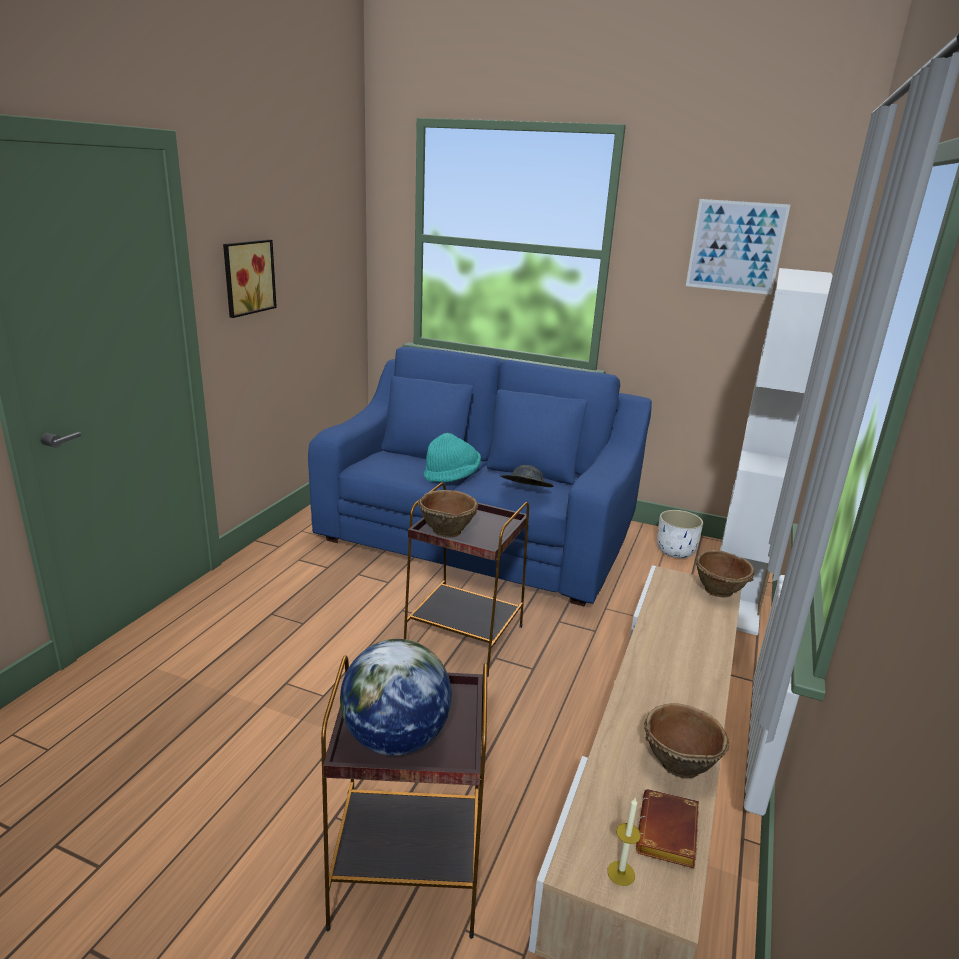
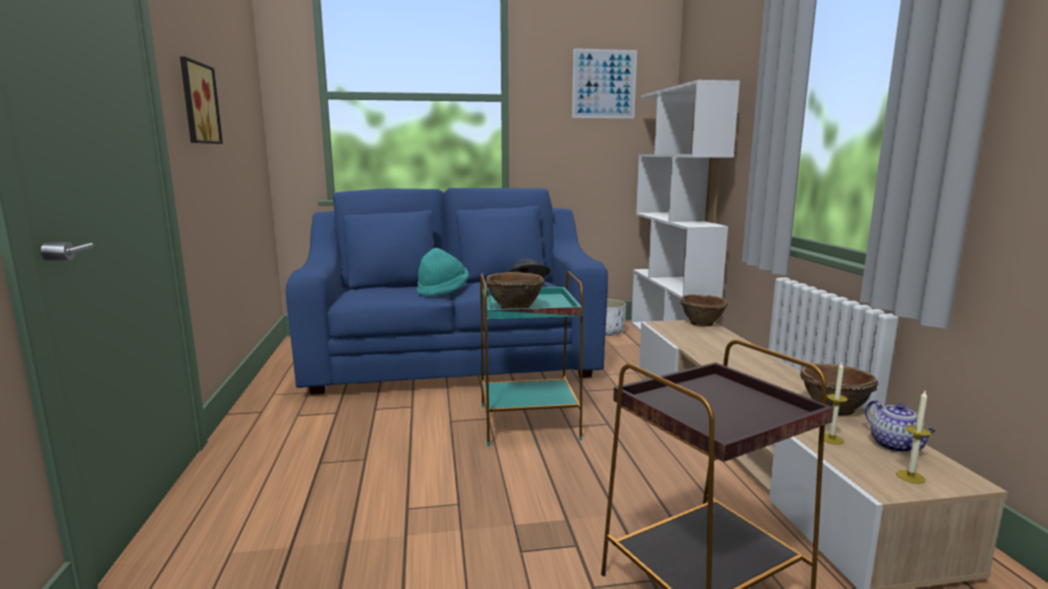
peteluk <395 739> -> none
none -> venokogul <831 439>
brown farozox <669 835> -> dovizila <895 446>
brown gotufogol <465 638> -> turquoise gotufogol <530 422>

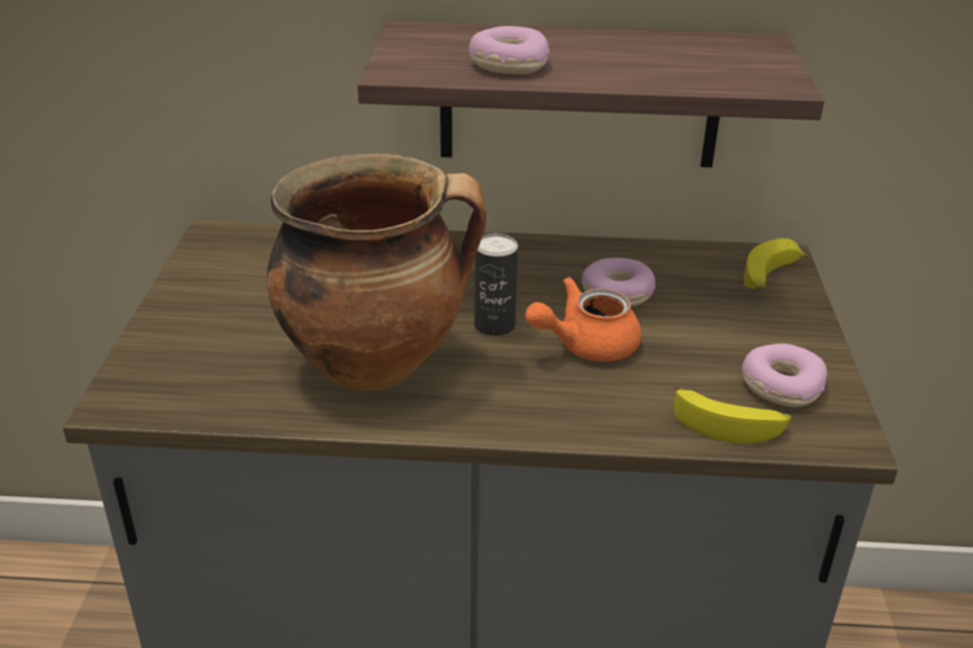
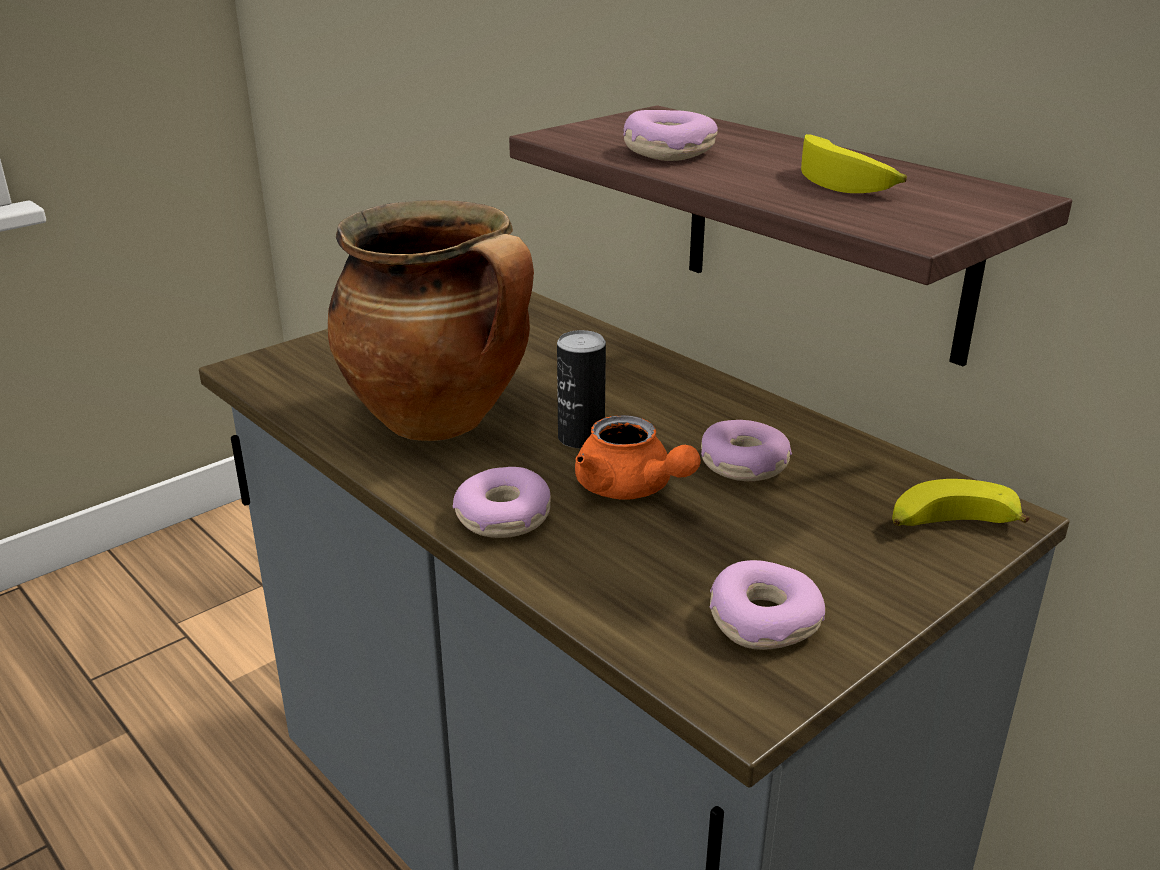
none -> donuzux <503 517>
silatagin <729 424> -> silatagin <848 182>, moved
orange dovizila <585 345> -> orange dovizila <631 489>, 150 degrees counterclockwise

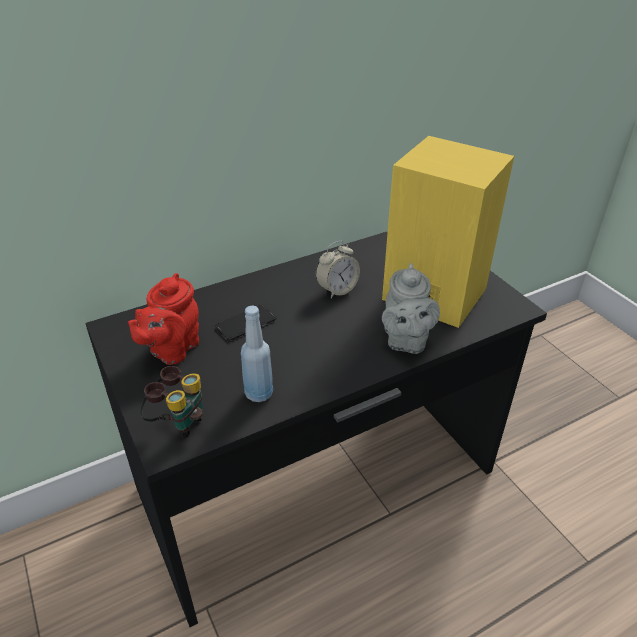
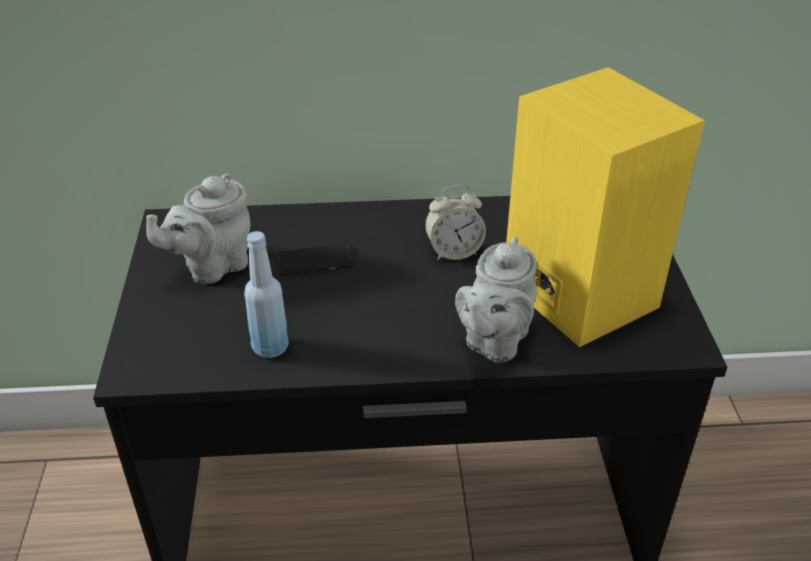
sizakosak <177 422> -> none
red dovizila <172 350> -> grey dovizila <212 267>

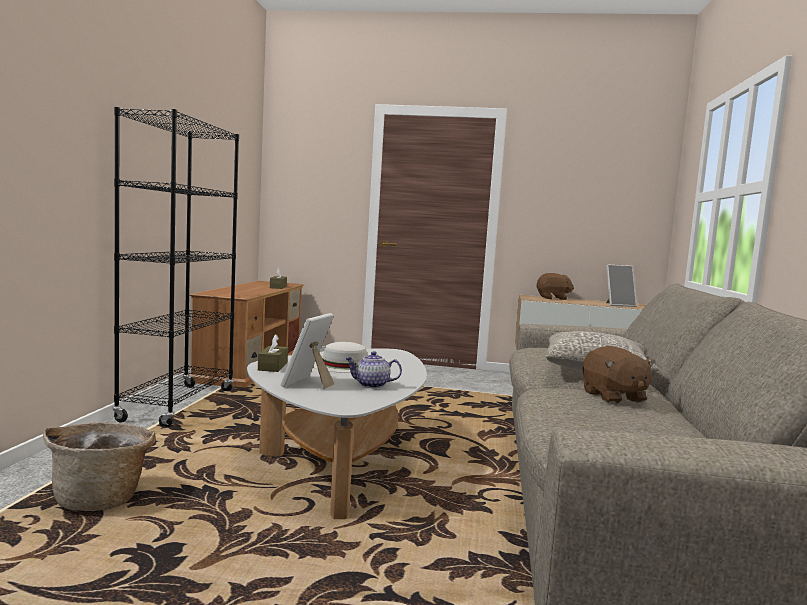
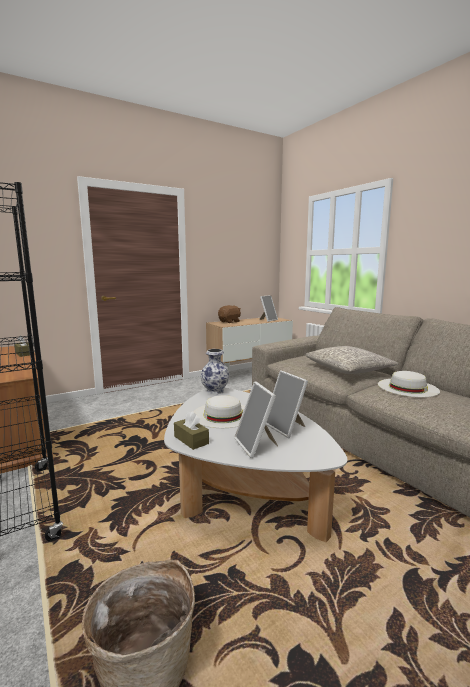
none -> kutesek <215 391>
dovizila <371 385> -> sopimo <286 428>
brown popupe <613 397> -> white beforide <407 387>

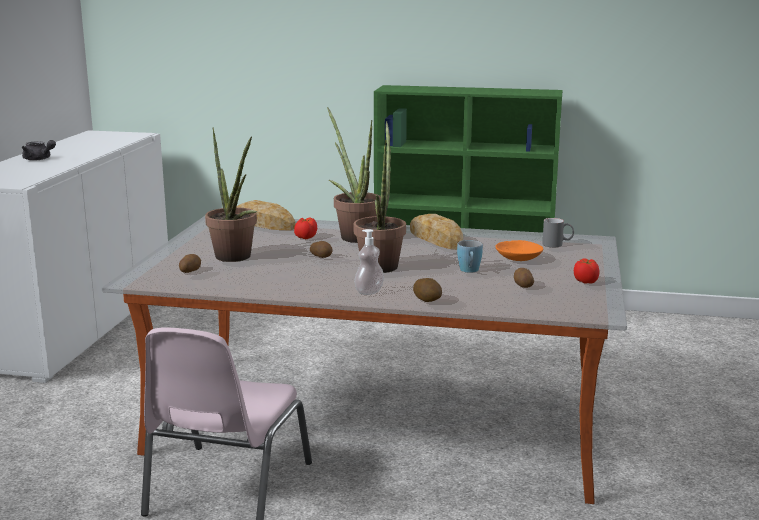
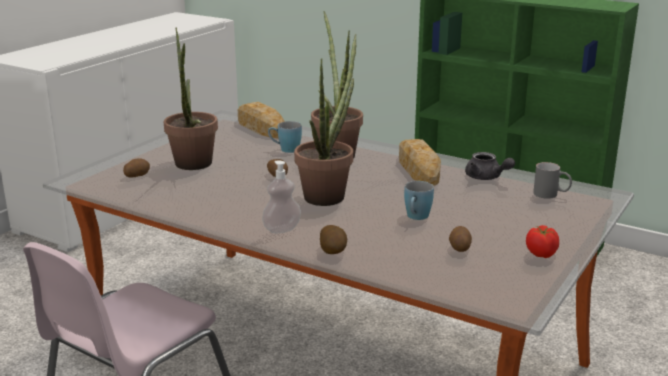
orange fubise <518 258> -> none
grey dovizila <39 159> -> grey dovizila <486 178>, moved
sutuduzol <305 237> -> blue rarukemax <285 149>

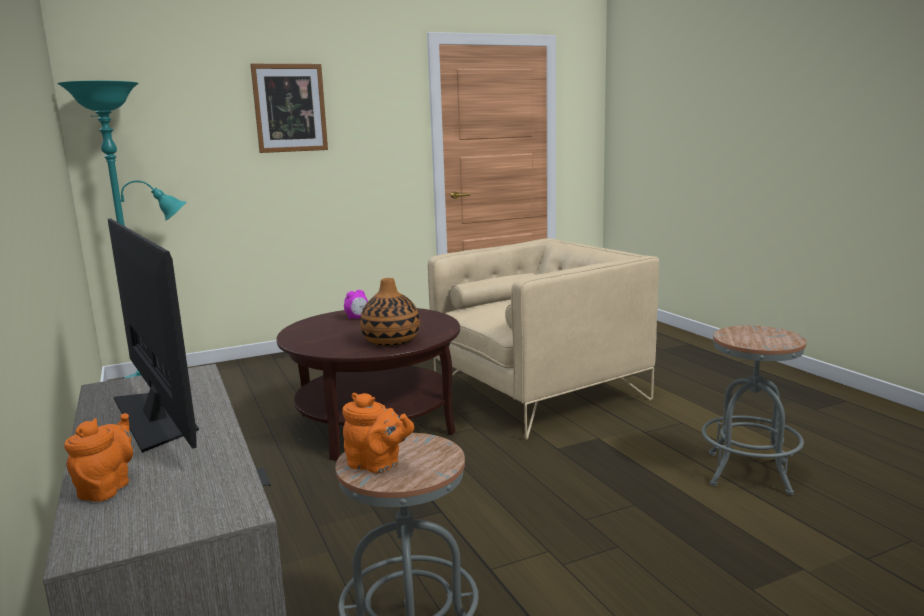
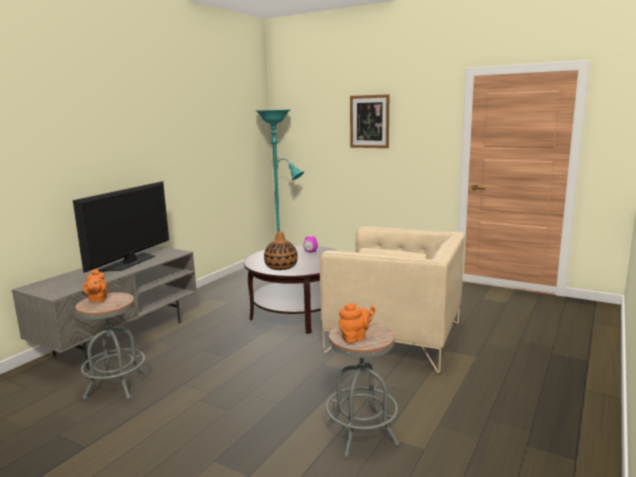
orange dovizila <107 488> -> orange dovizila <355 338>, moved

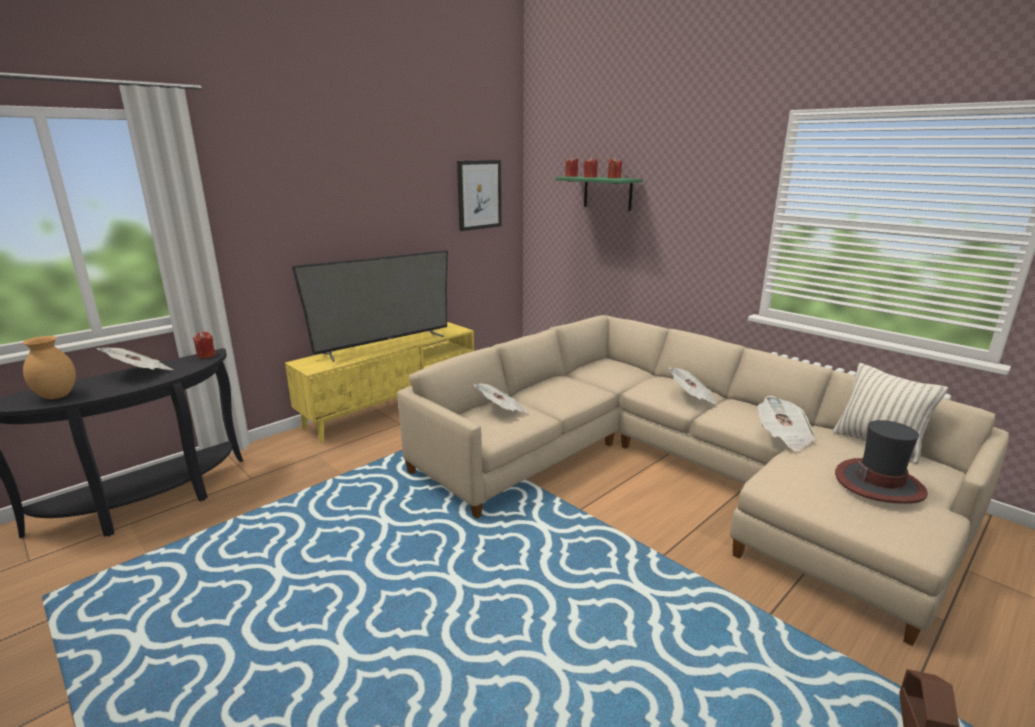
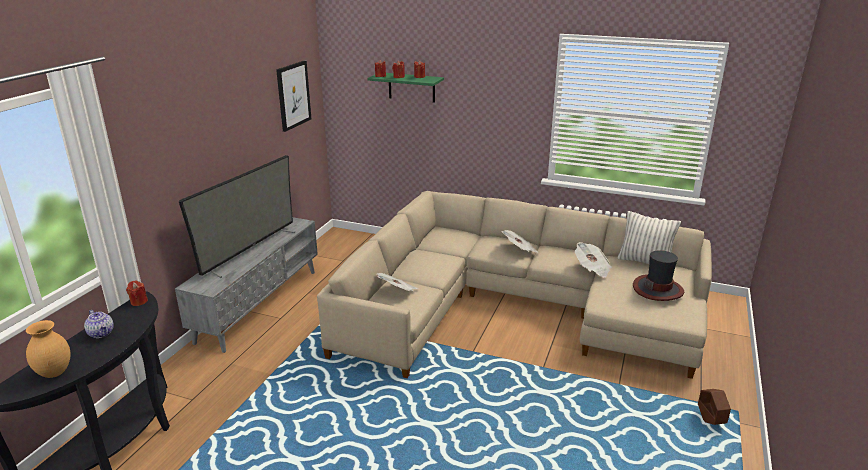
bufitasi <140 373> -> dovizila <101 333>
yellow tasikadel <392 407> -> grey tasikadel <259 304>

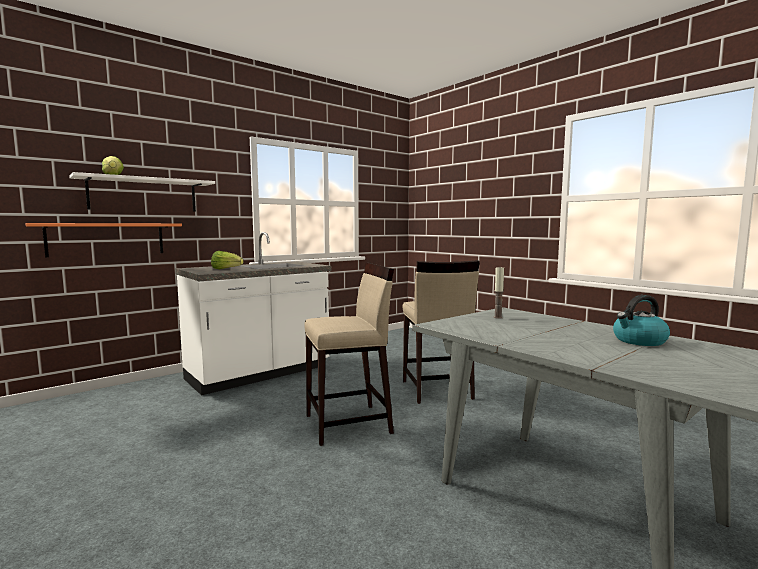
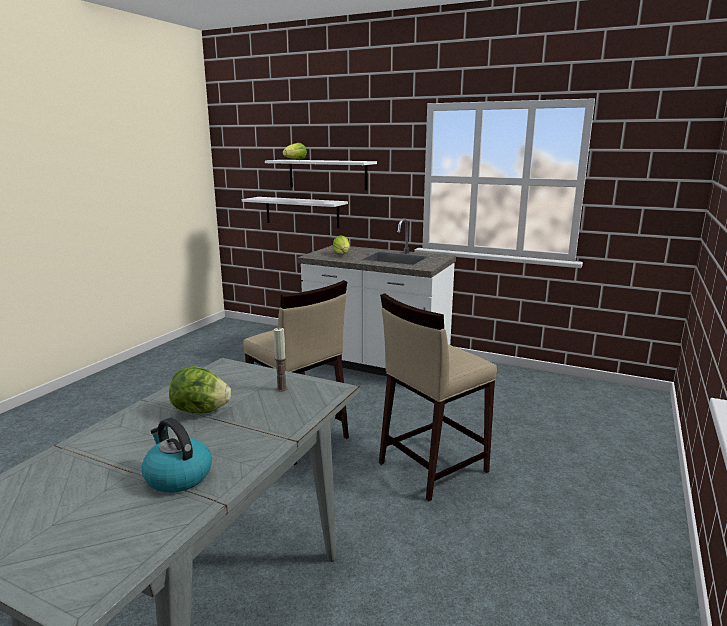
none -> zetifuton <200 411>
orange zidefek <107 239> -> white zidefek <302 212>

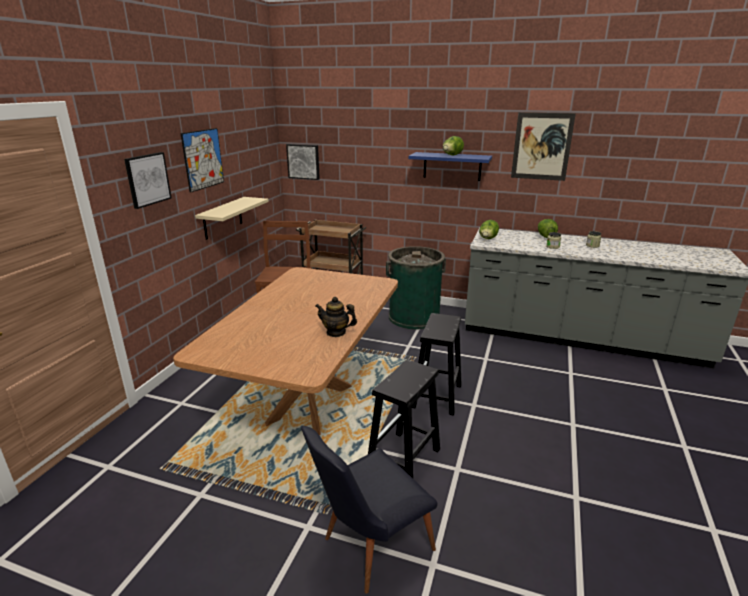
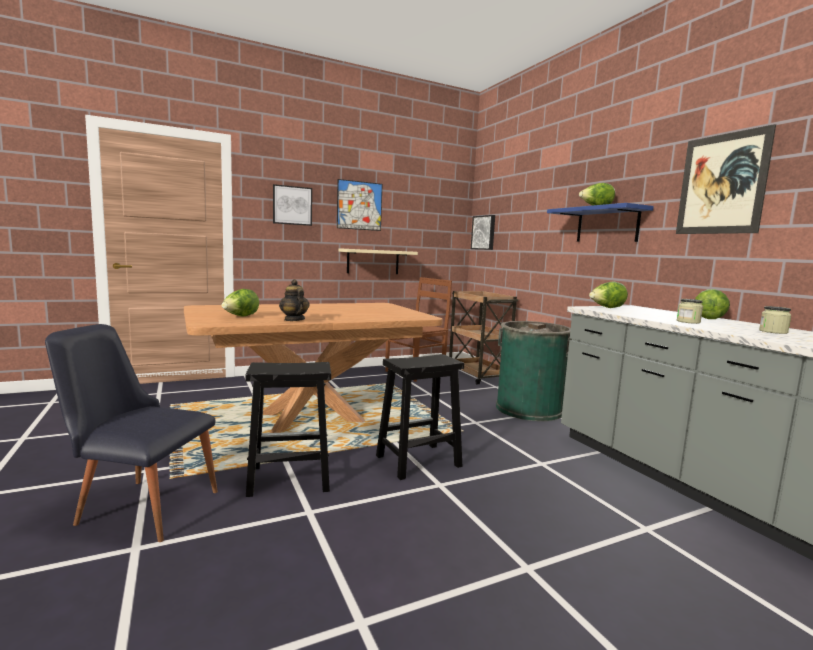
none -> zetifuton <240 317>

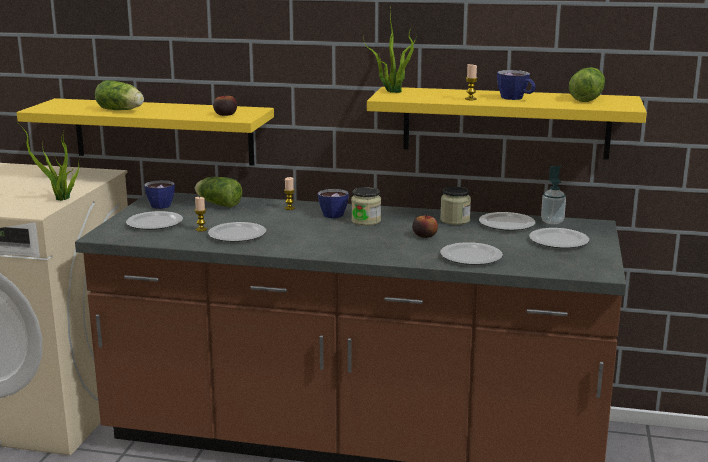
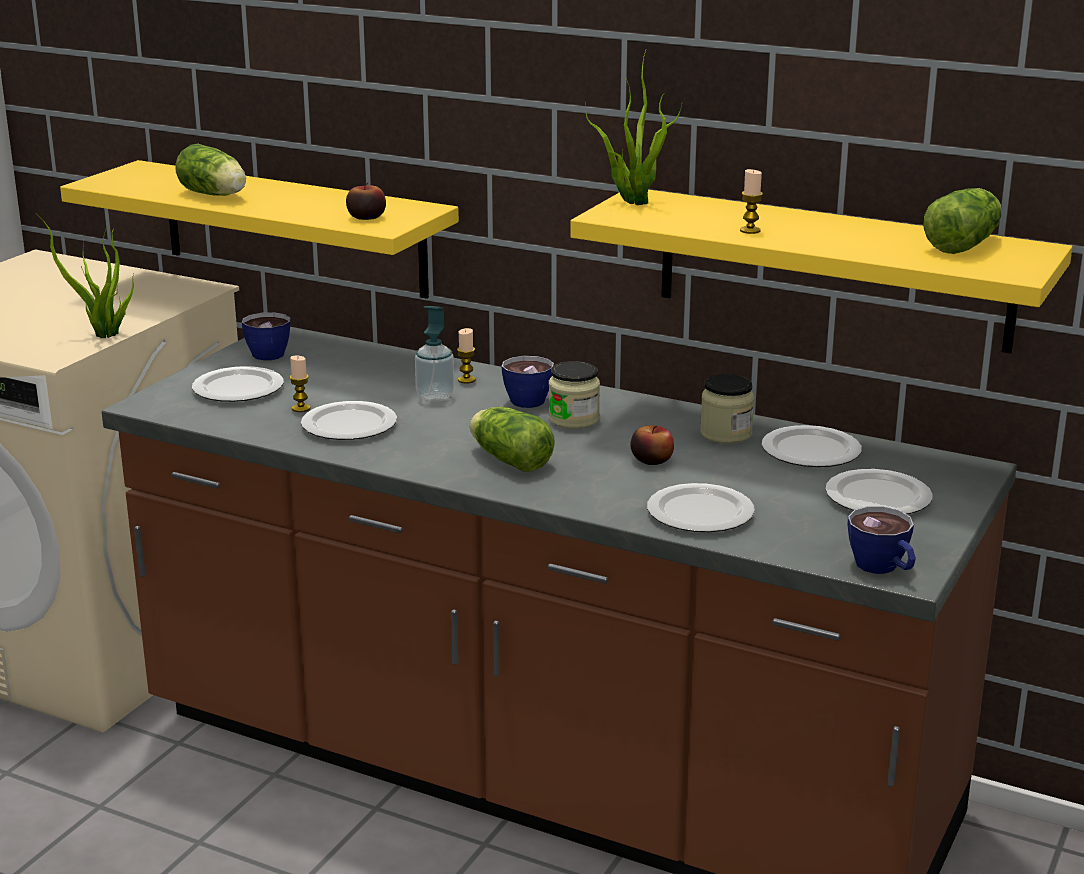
zetifuton <217 204> -> zetifuton <508 459>, moved
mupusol <516 98> -> mupusol <883 568>, moved
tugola <552 221> -> tugola <435 396>, moved

